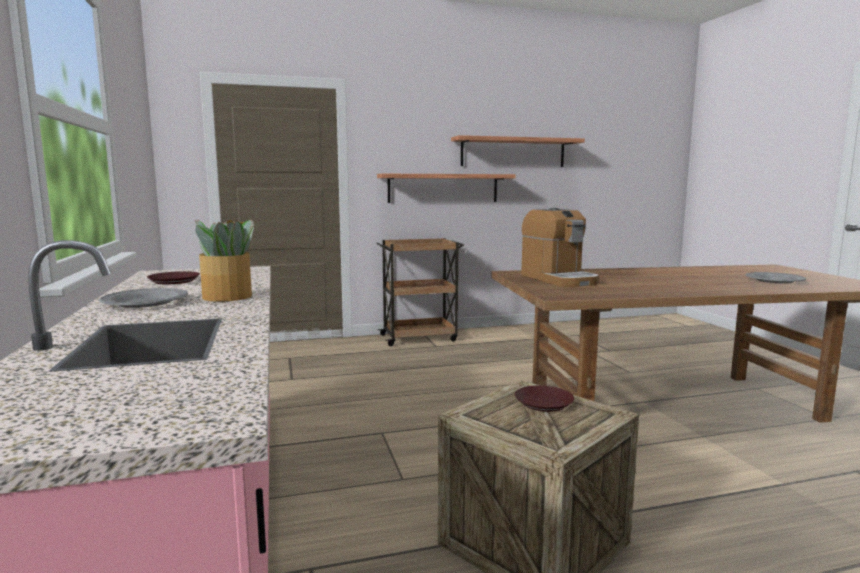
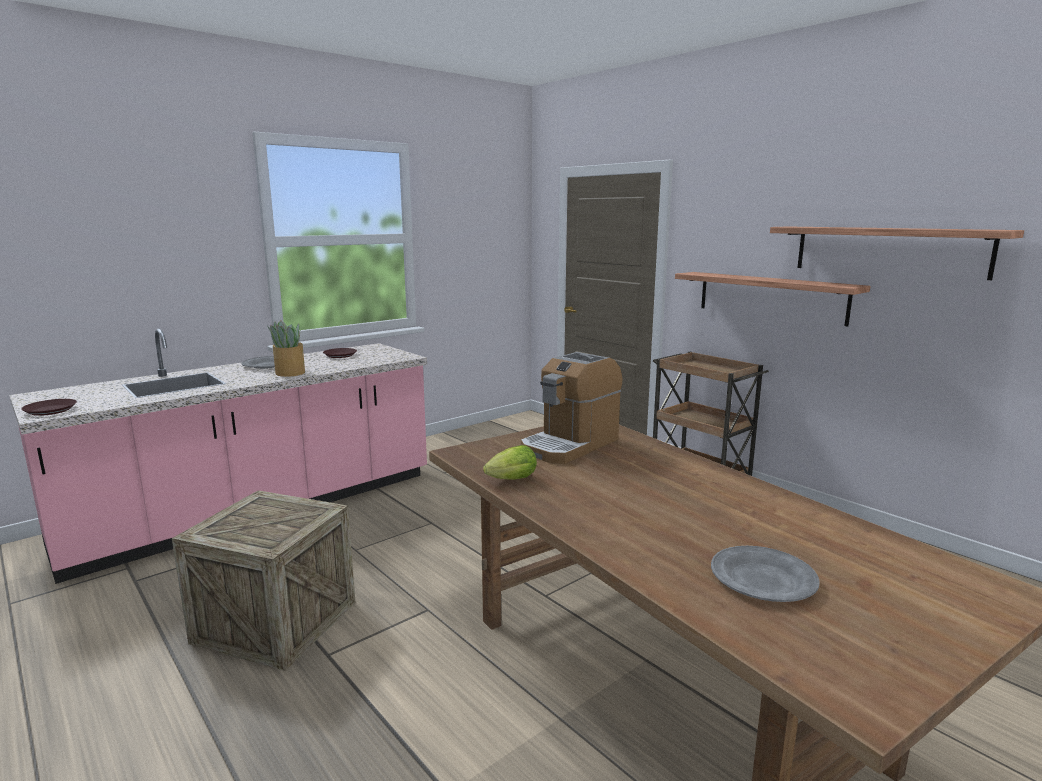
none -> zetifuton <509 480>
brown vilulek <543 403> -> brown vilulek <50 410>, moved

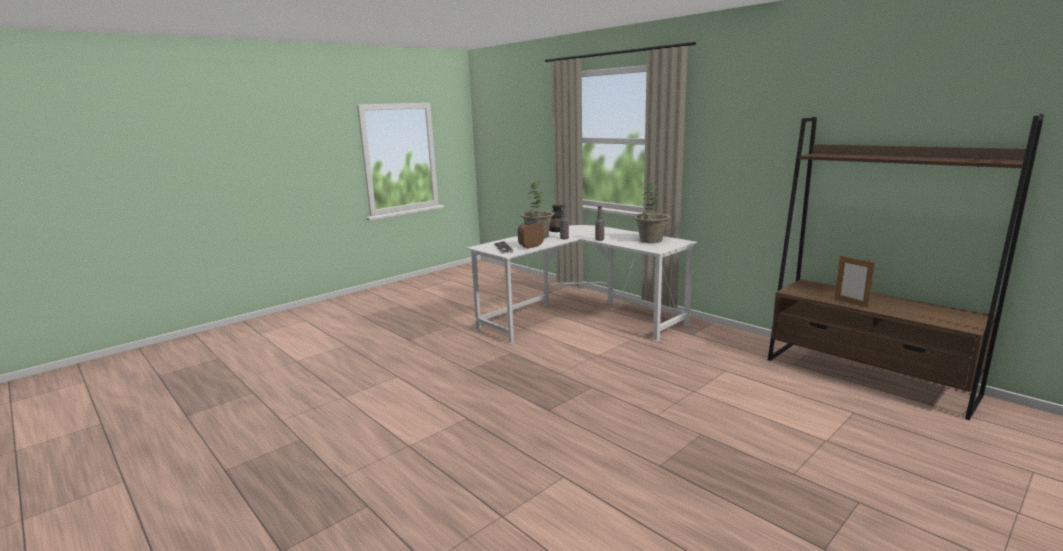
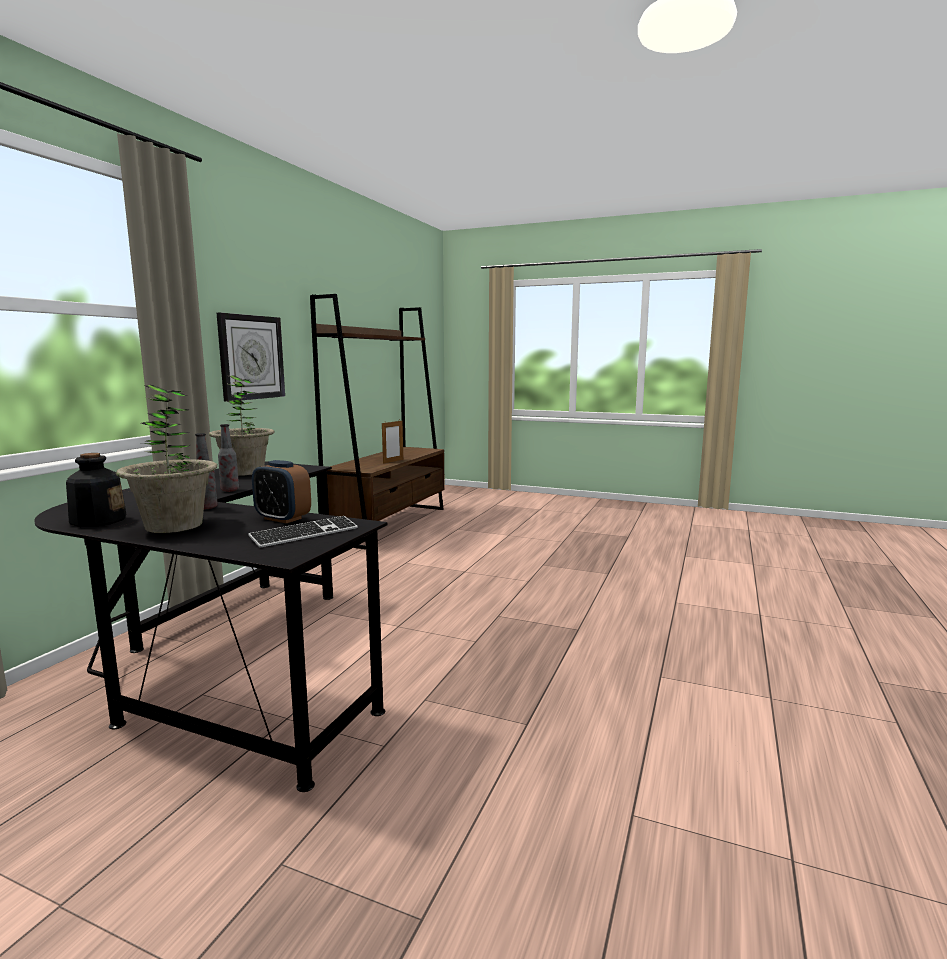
none -> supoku <251 357>
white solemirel <580 318> -> black solemirel <229 665>

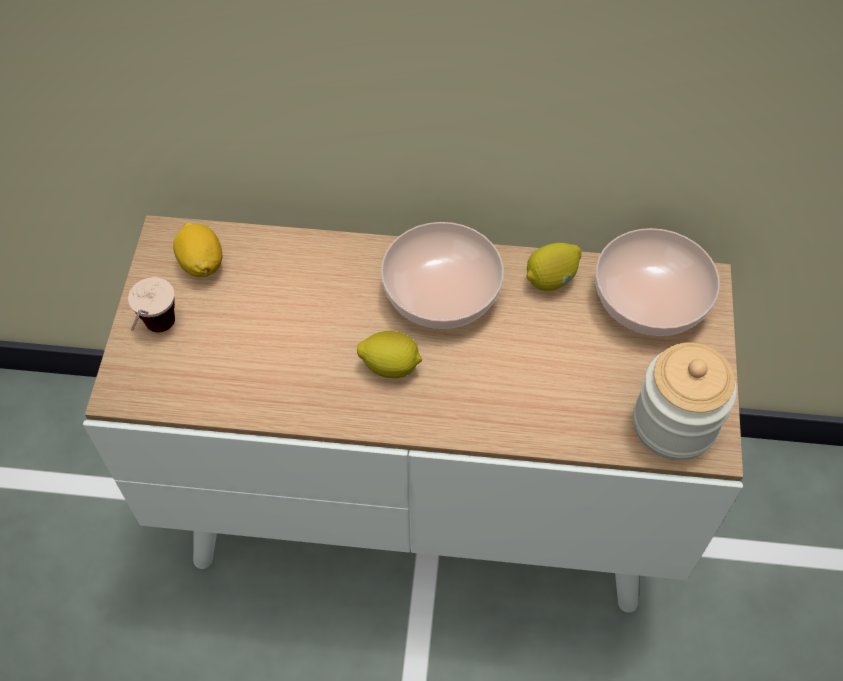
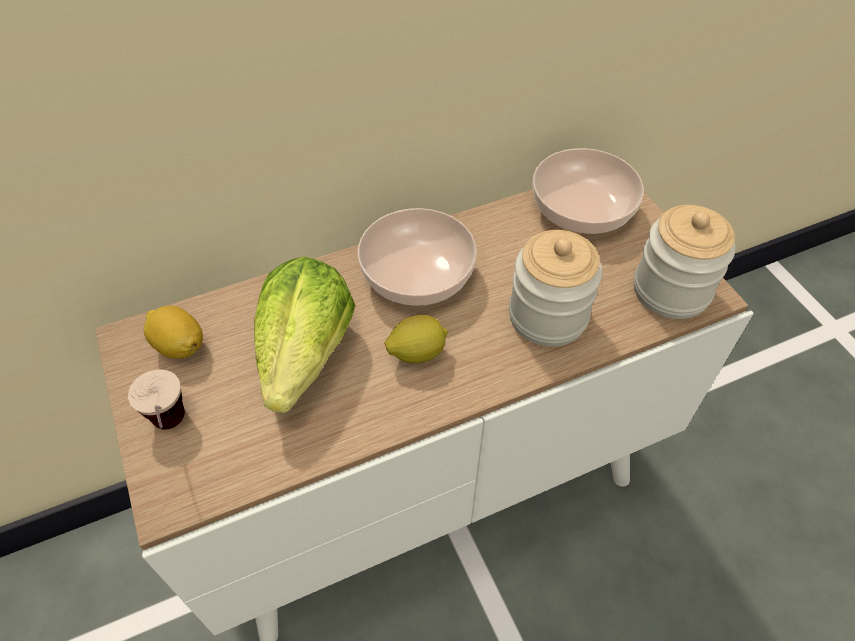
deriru <551 279> -> none
none -> zetifuton <307 355>
none -> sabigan <547 316>

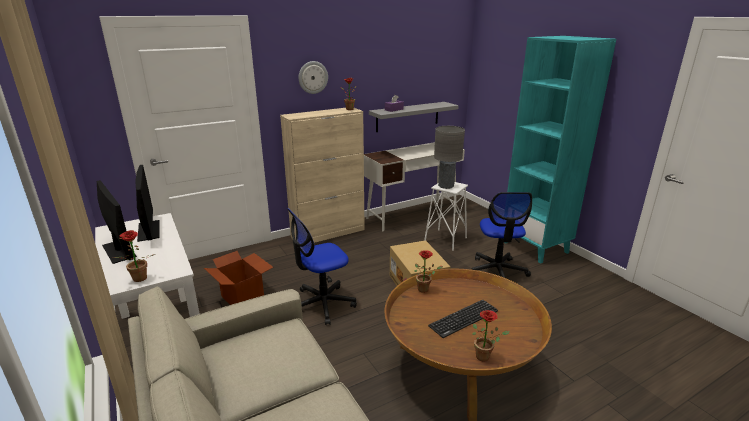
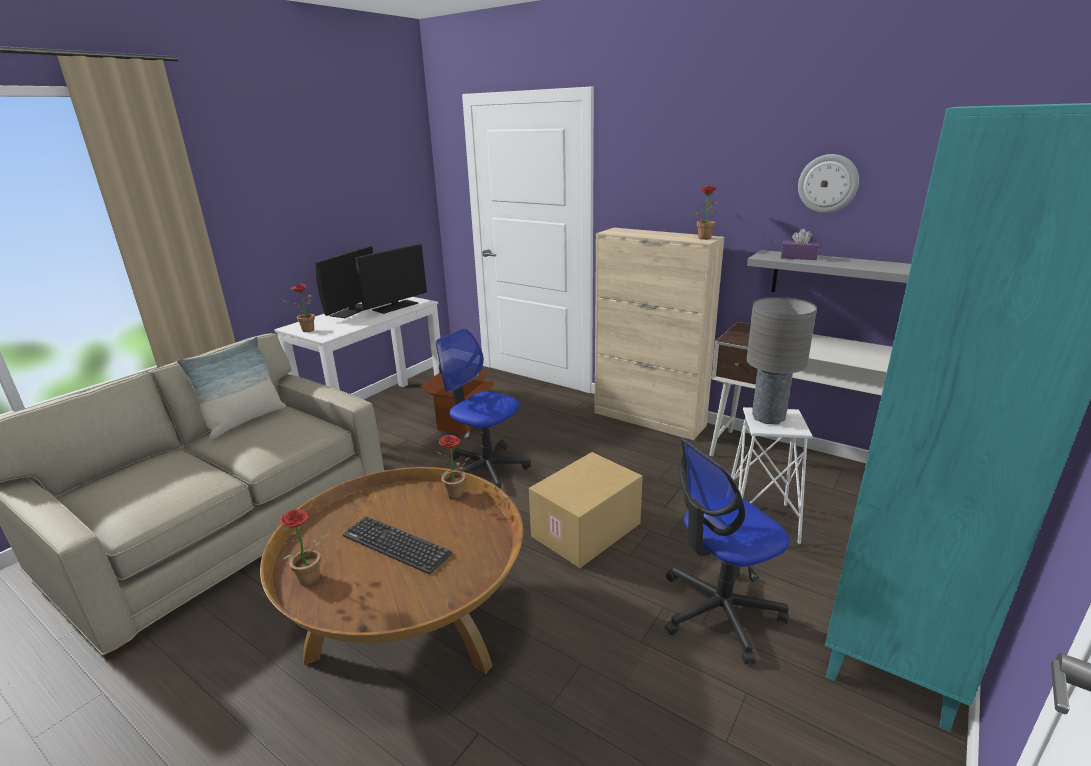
none -> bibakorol <244 421>
supoku <313 77> -> supoku <828 183>, moved

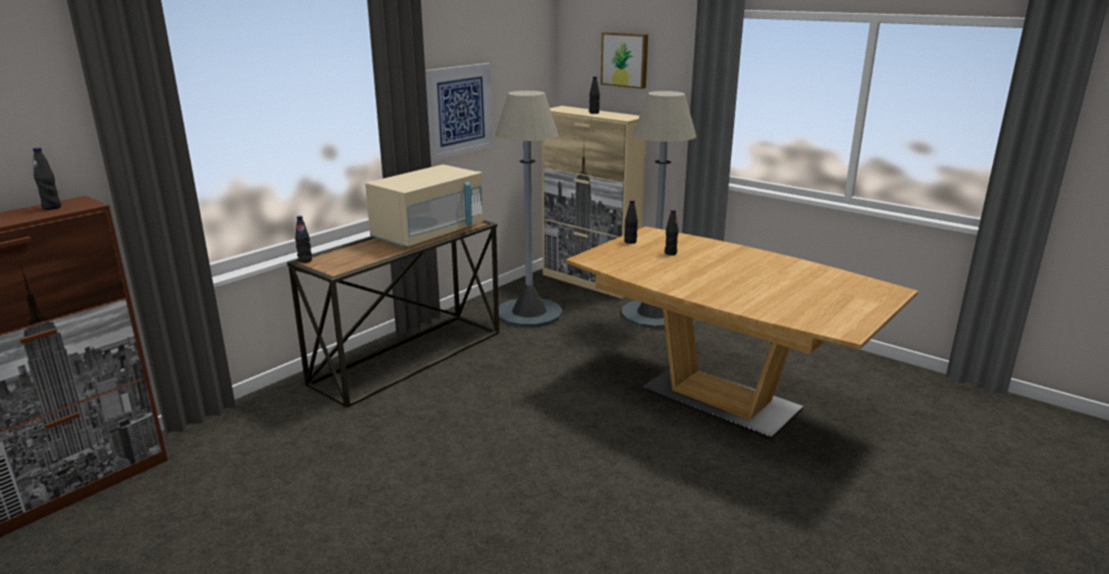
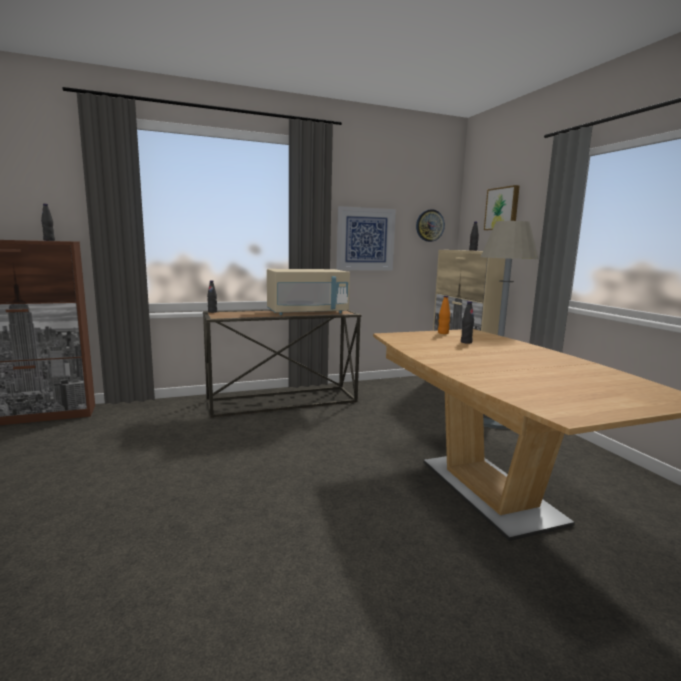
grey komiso <529 313> -> none
none -> supoku <429 225>
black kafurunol <630 242> -> orange kafurunol <443 333>

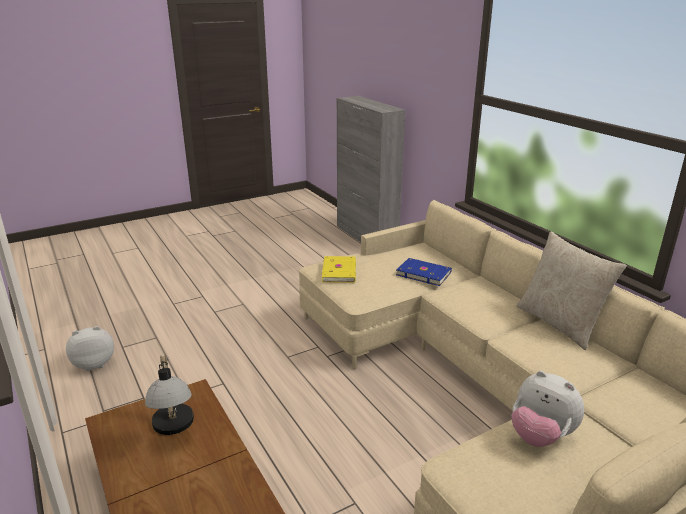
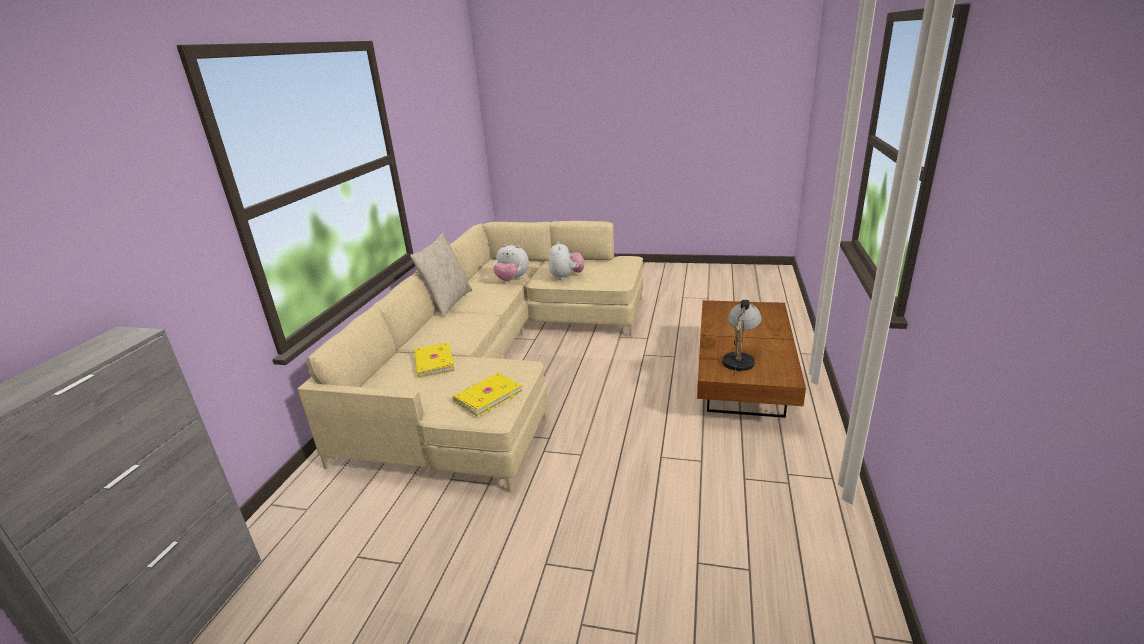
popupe <94 364> -> popupe <512 280>, moved
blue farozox <423 273> -> yellow farozox <433 363>

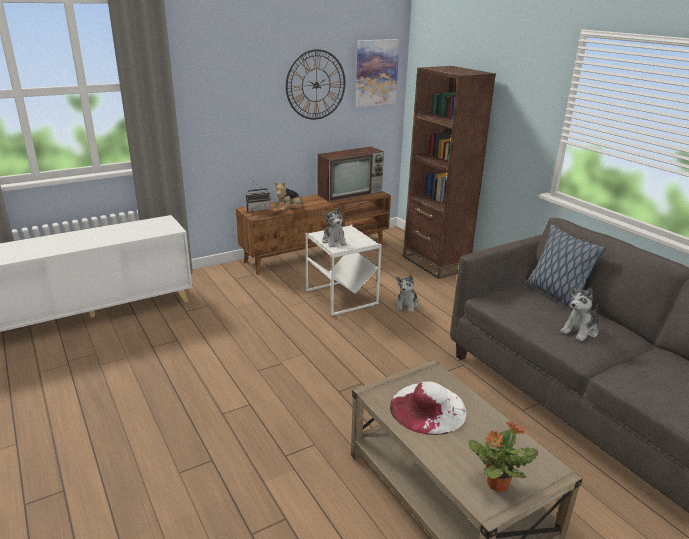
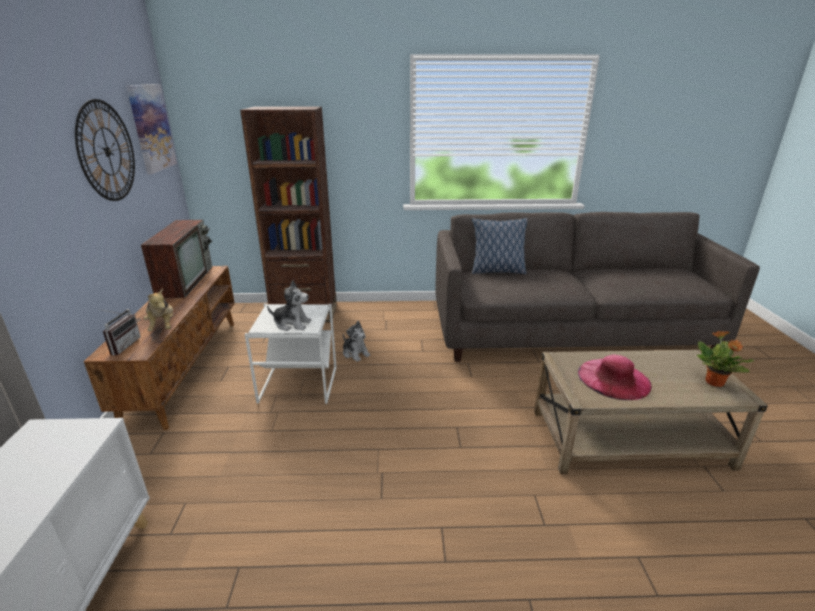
popupe <580 330> -> none
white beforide <428 408> -> pink beforide <614 378>

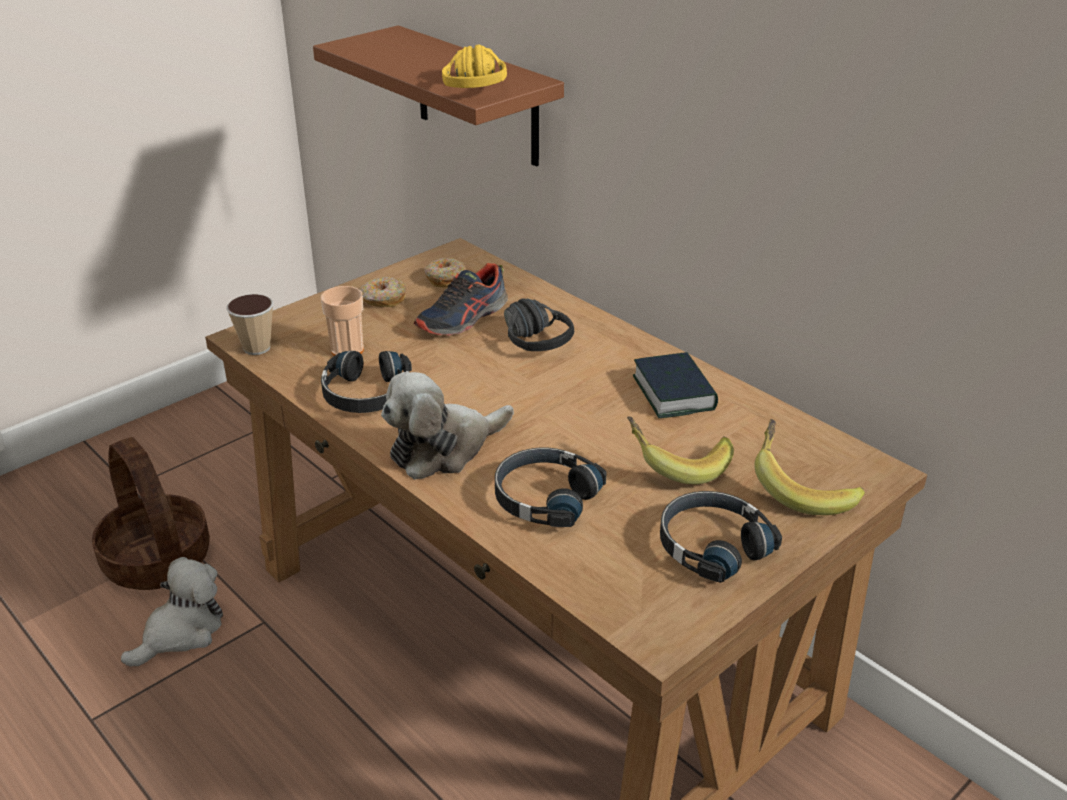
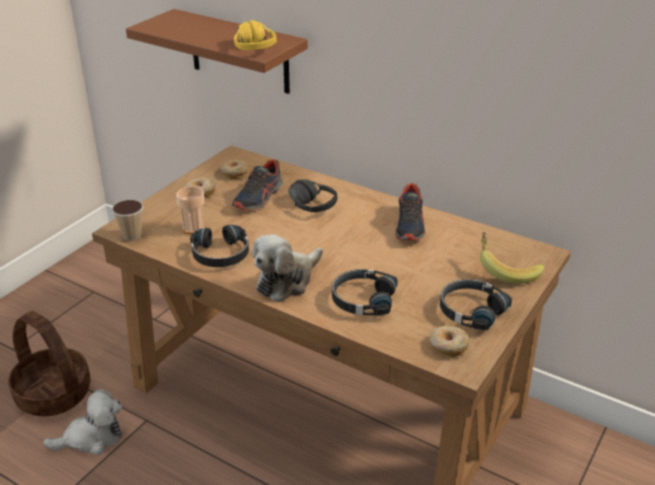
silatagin <677 464> -> none
none -> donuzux <448 346>
farozox <674 393> -> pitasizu <410 225>
popupe <181 632> -> popupe <92 438>, 45 degrees clockwise

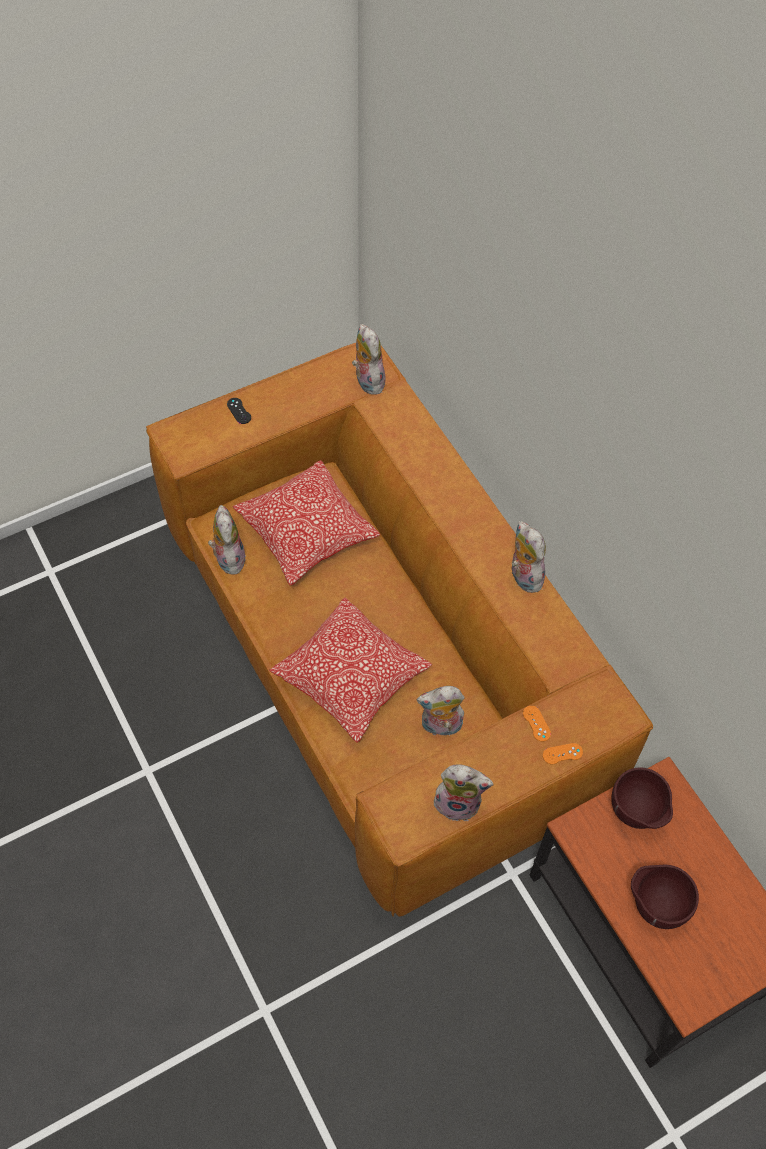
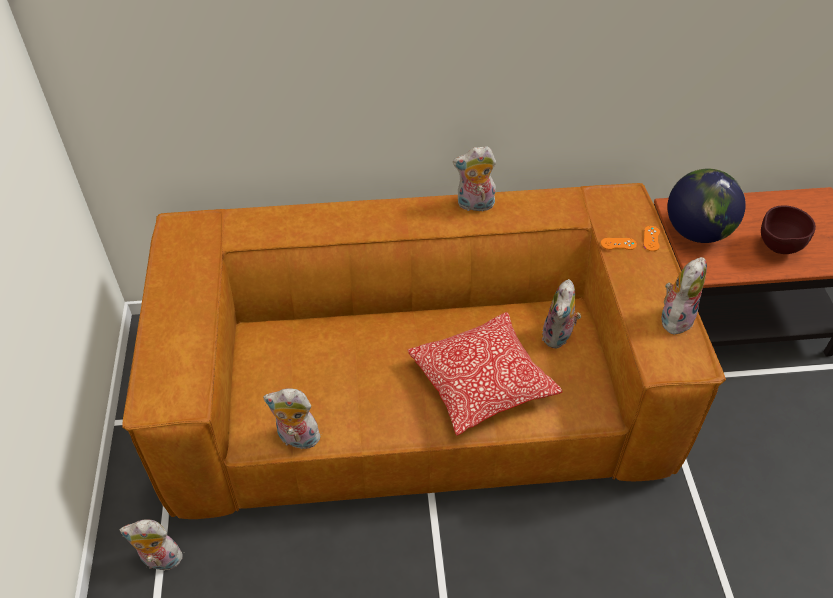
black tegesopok <239 411> -> none
bibakorol <306 531> -> none
popupe <367 380> -> popupe <160 560>, moved
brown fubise <636 813> -> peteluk <697 232>

